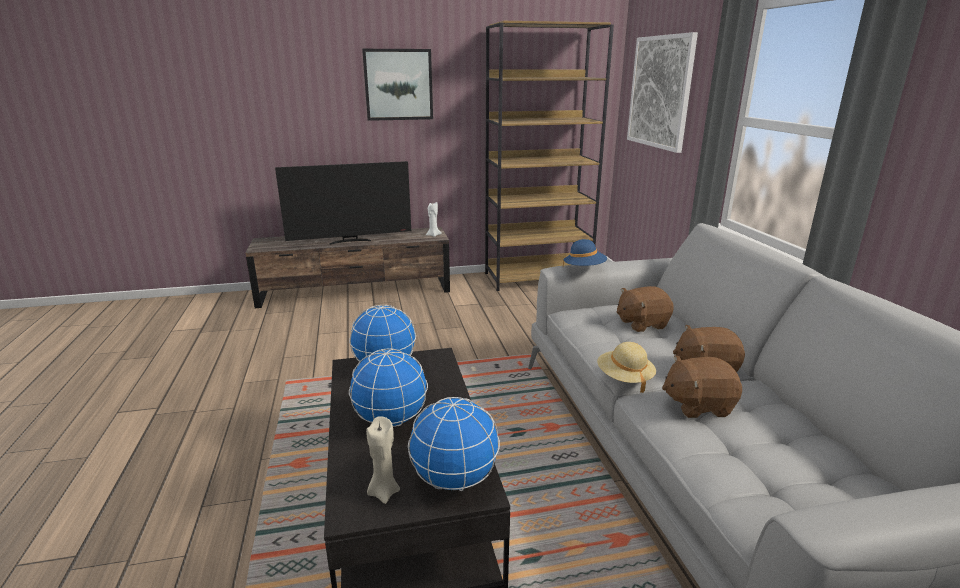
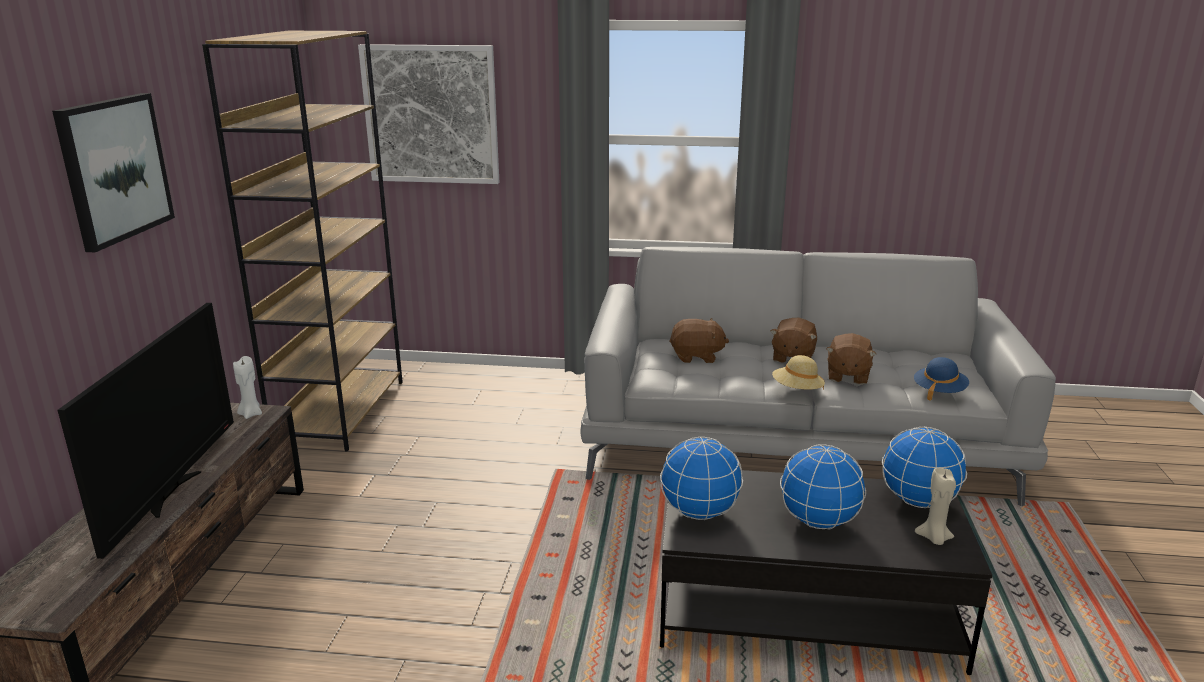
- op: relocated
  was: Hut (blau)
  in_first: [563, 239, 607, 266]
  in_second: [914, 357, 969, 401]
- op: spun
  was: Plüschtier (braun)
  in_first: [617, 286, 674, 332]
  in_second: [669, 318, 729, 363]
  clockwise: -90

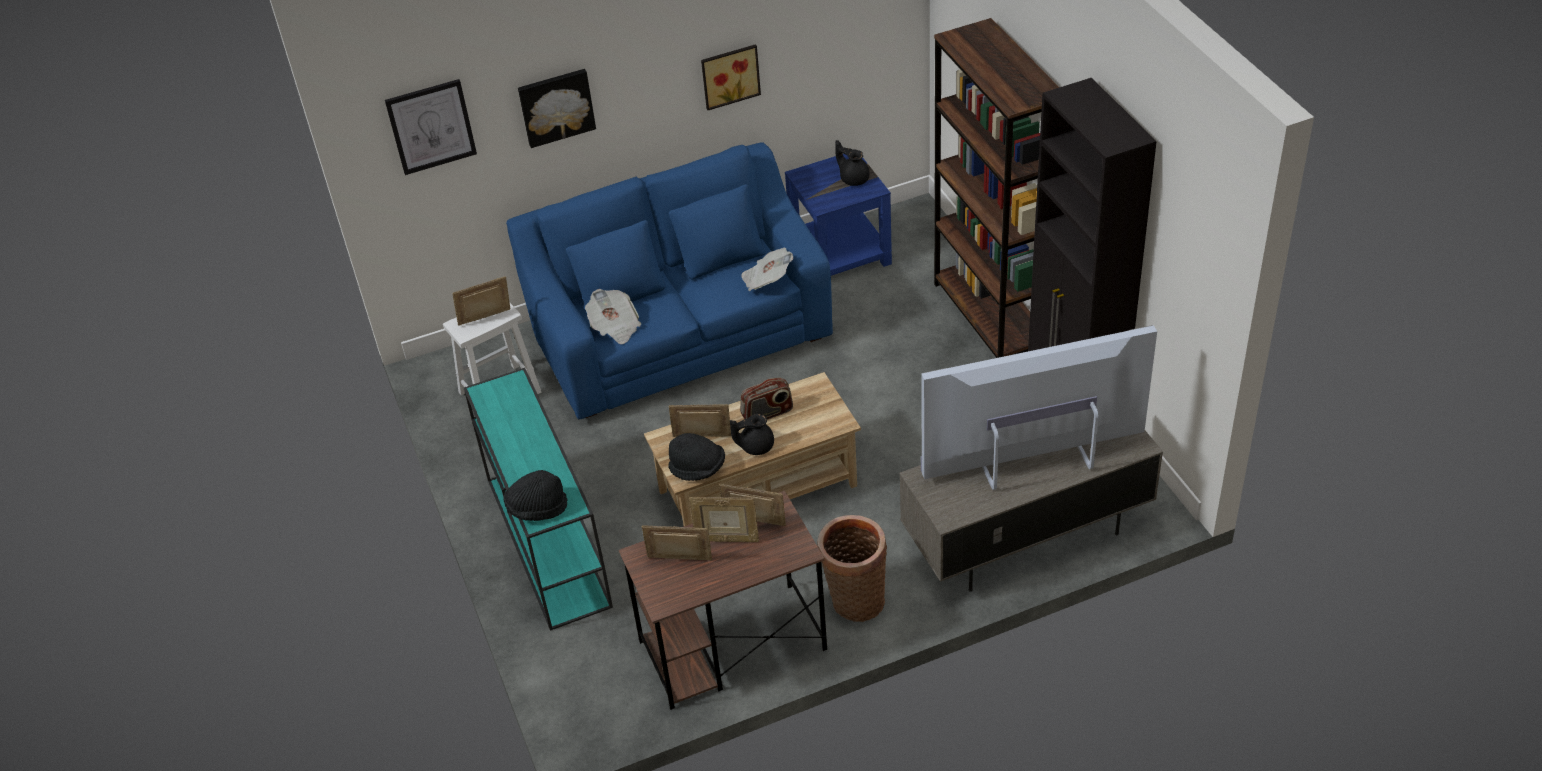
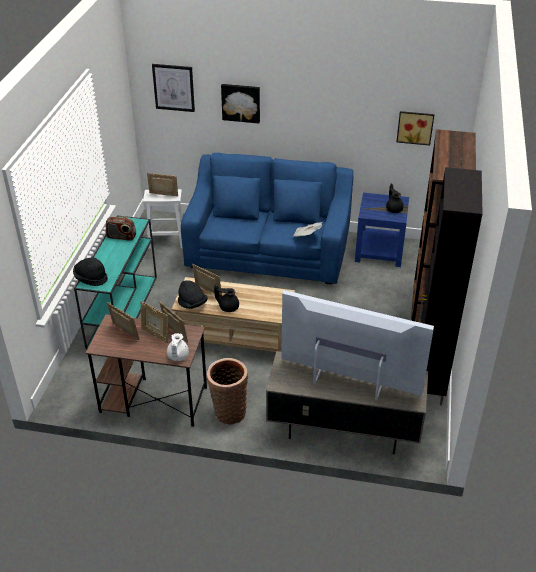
- op: missing
  was: Zeitung
  in_first: [585, 289, 641, 344]
- op: relocated
  was: Bild
  in_first: [701, 44, 761, 110]
  in_second: [396, 111, 434, 146]
- op: relocated
  was: Radio
  in_first: [740, 377, 793, 420]
  in_second: [106, 216, 136, 241]
- op: appeared
  now: Teekanne (weiß)
  in_second: [167, 333, 189, 361]

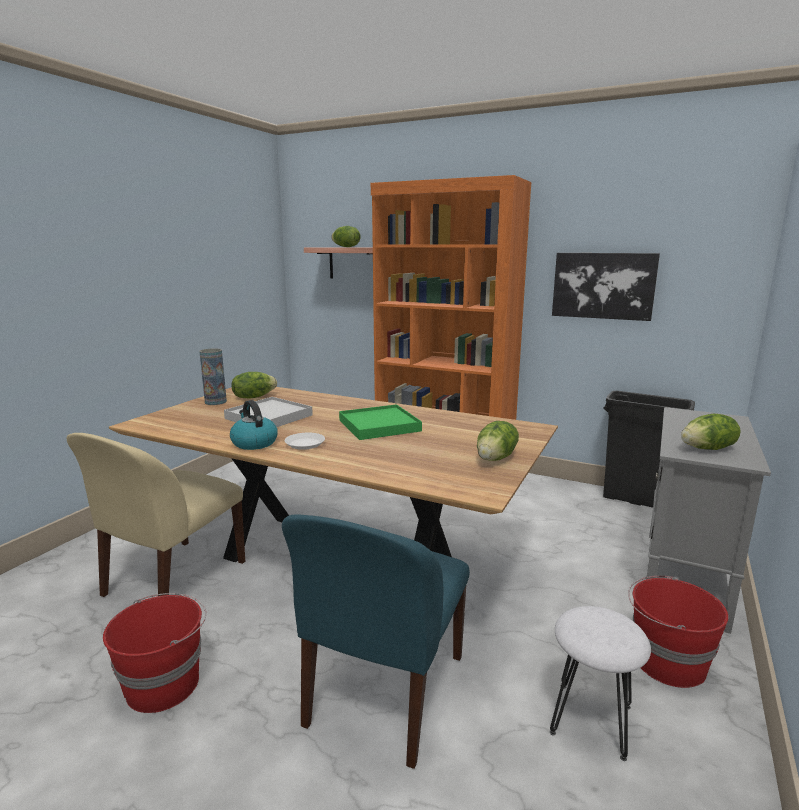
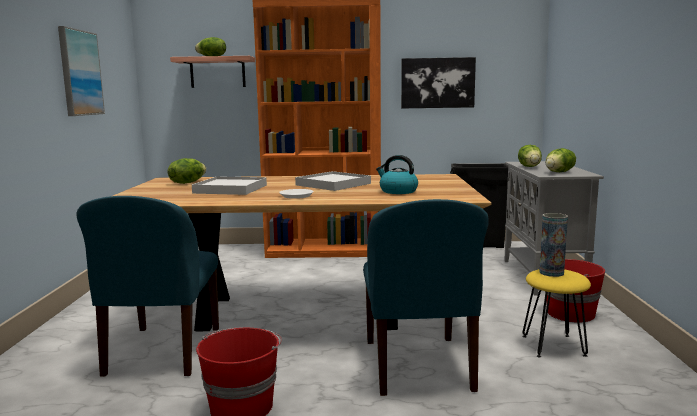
- op: colour
  was: Stuhl (beige)
  now: Stuhl (blau)
  in_first: [67, 433, 245, 597]
  in_second: [76, 196, 219, 377]
- op: relocated
  was: Vase
  in_first: [199, 348, 227, 405]
  in_second: [539, 213, 568, 277]
- op: relocated
  was: Wasserkessel
  in_first: [230, 400, 278, 450]
  in_second: [376, 155, 418, 194]
- op: colour
  was: Tablett (grün)
  now: Tablett (weiß)
  in_first: [339, 404, 422, 440]
  in_second: [295, 171, 371, 191]
- op: relocated
  was: Salatkopf
  in_first: [477, 421, 519, 461]
  in_second: [518, 145, 542, 167]
- op: colour
  was: Hocker (weiß)
  now: Hocker (gelb)
  in_first: [550, 606, 651, 761]
  in_second: [522, 269, 591, 358]
- op: appeared
  now: Bild
  in_second: [58, 26, 105, 116]

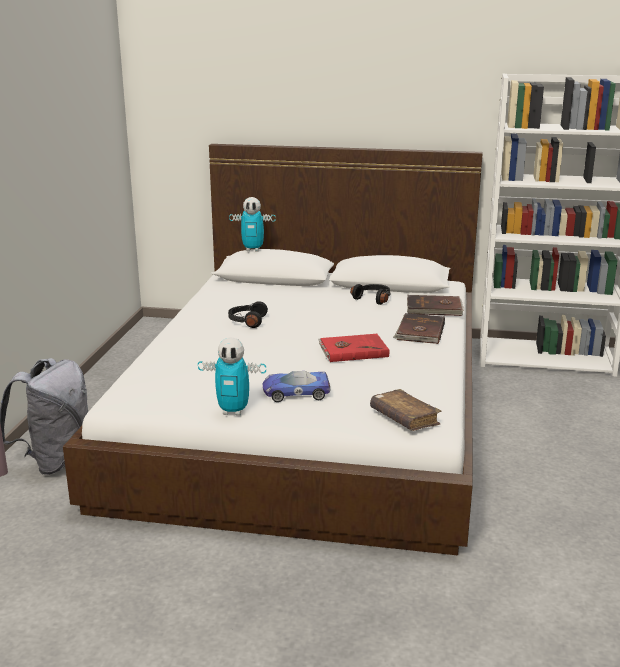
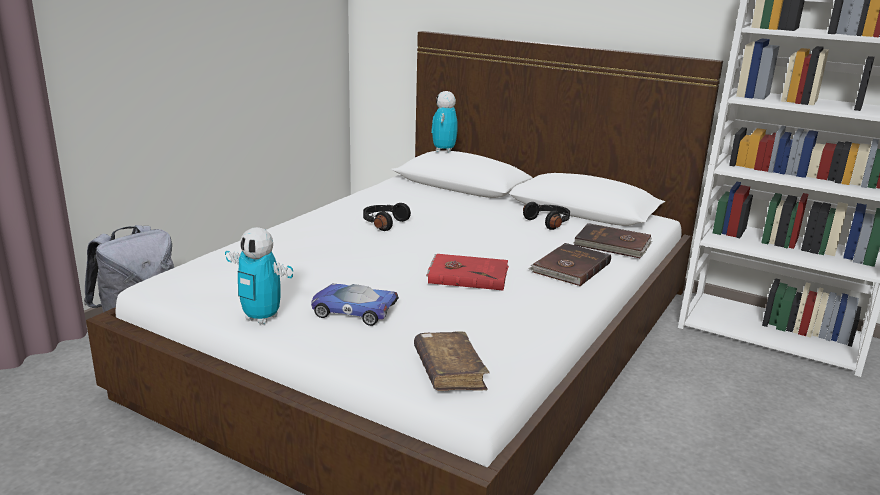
- op: spun
  was: Spielzeugroboter
  in_first: [229, 197, 276, 251]
  in_second: [431, 91, 458, 153]
  clockwise: 75

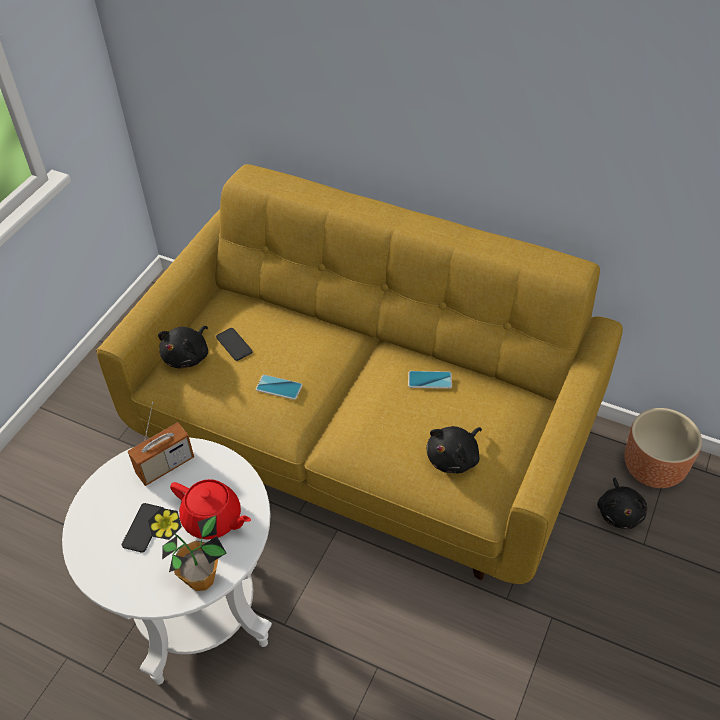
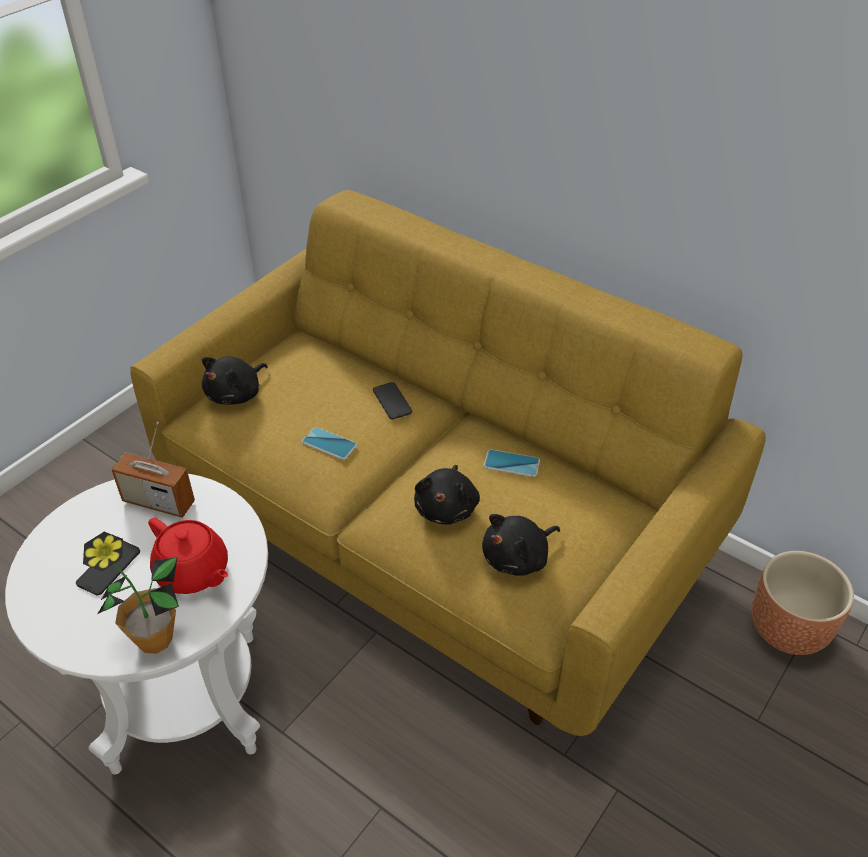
- op: spun
  was: Radio
  in_first: [128, 402, 194, 486]
  in_second: [111, 422, 195, 518]
  clockwise: 45
- op: relocated
  was: Handy
  in_first: [216, 328, 253, 361]
  in_second: [373, 382, 412, 419]
- op: relocated
  was: Plüschtier (schwarz)
  in_first: [597, 478, 648, 529]
  in_second: [414, 465, 480, 525]

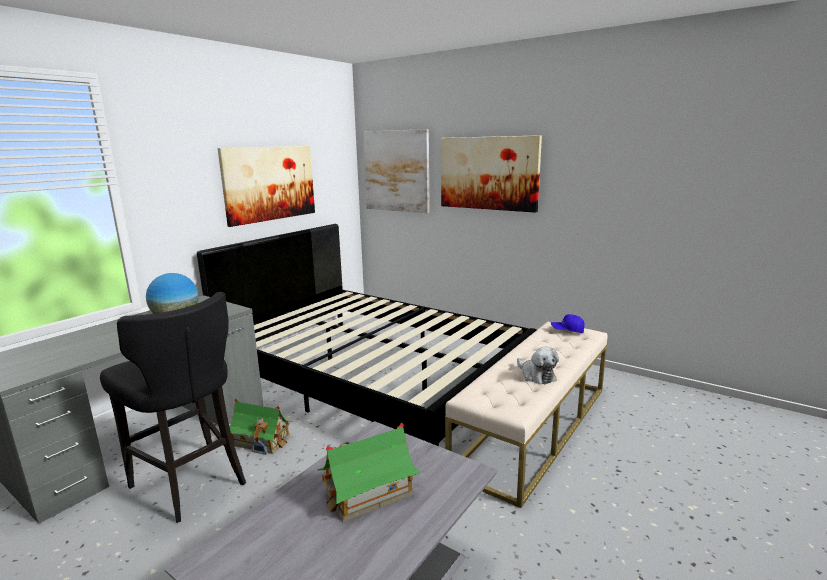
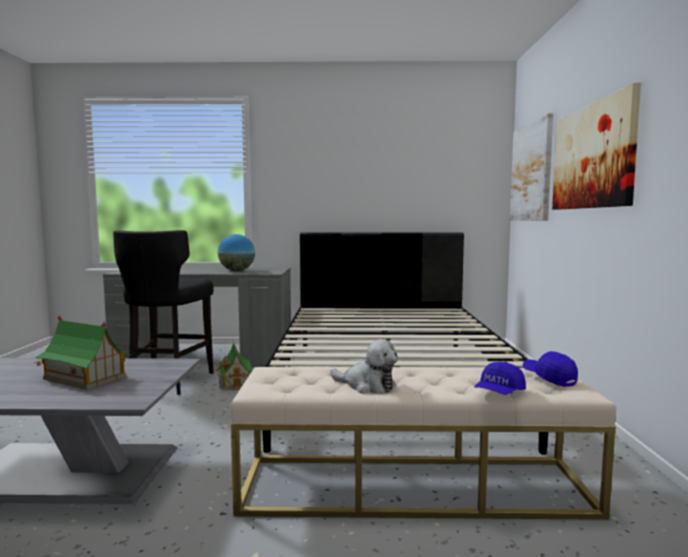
- op: missing
  was: Bild
  in_first: [218, 146, 315, 227]
- op: spun
  was: Plüschtier
  in_first: [517, 347, 559, 384]
  in_second: [330, 339, 398, 394]
  clockwise: -90
- op: appeared
  now: Kappe (blau)
  in_second: [474, 362, 526, 395]

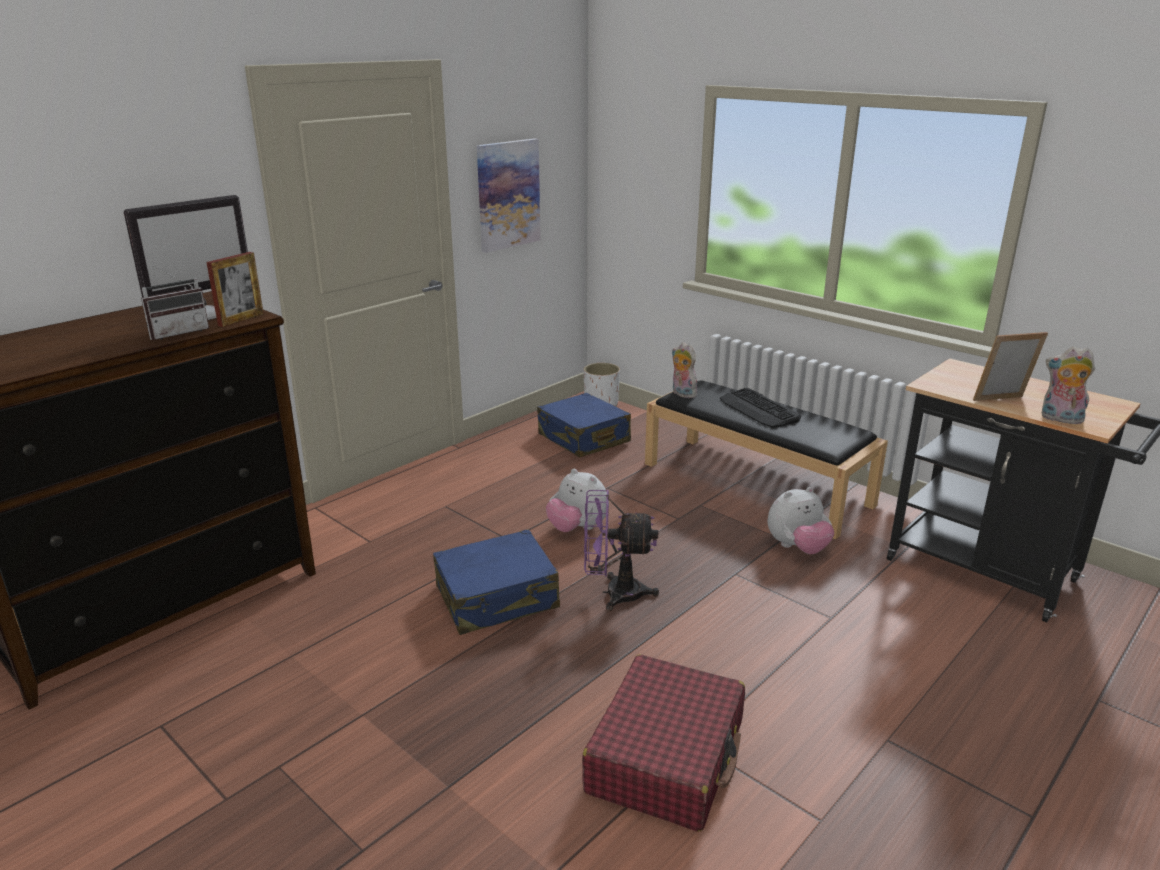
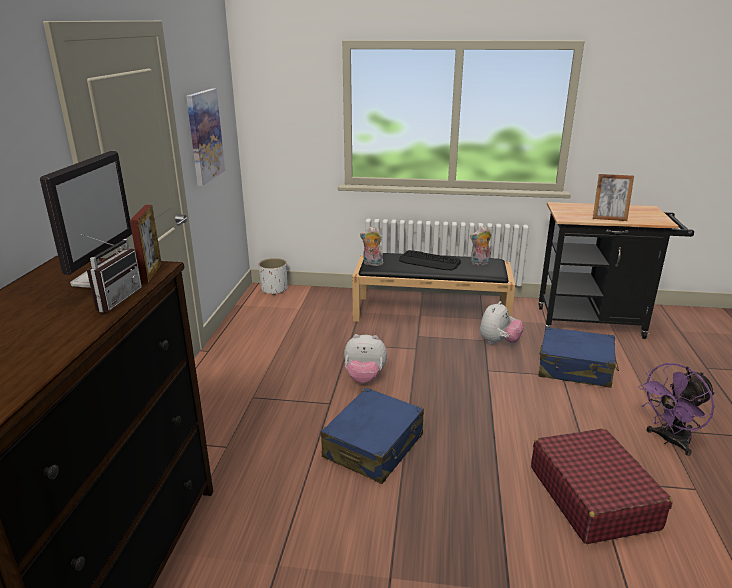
- op: relocated
  was: Koffer (blau)
  in_first: [537, 393, 631, 458]
  in_second: [538, 327, 619, 388]
- op: relocated
  was: Ventilator (lila)
  in_first: [584, 490, 659, 611]
  in_second: [638, 363, 715, 456]
- op: spun
  was: Bilderrahmen
  in_first: [973, 332, 1048, 401]
  in_second: [593, 174, 634, 221]
  clockwise: -120
- op: relocated
  was: Plüschtier
  in_first: [1042, 346, 1095, 424]
  in_second: [470, 226, 491, 265]

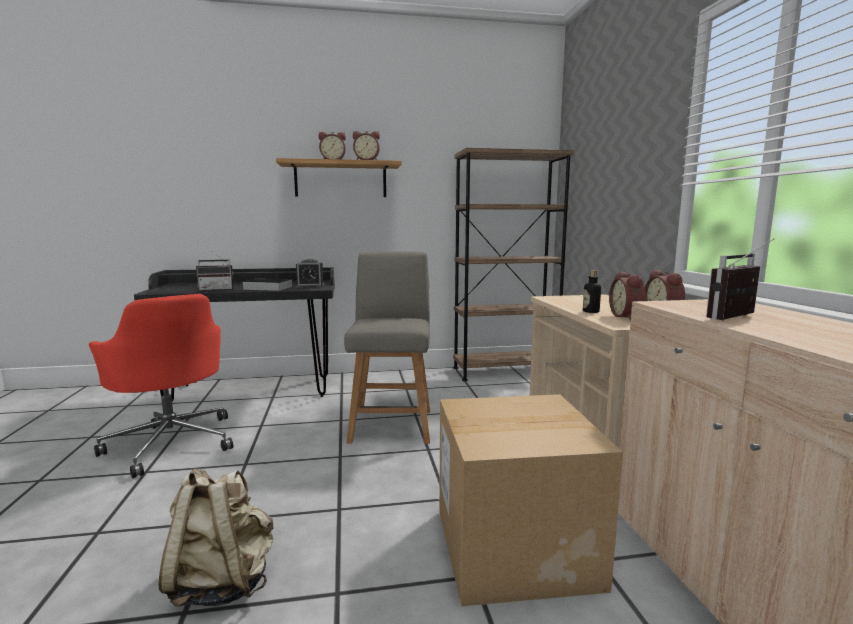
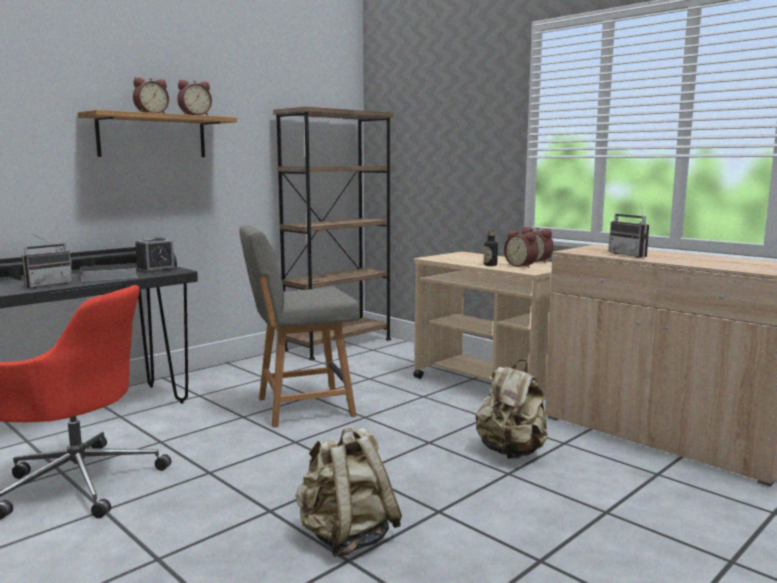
- op: spun
  was: Stuhl (grau)
  in_first: [344, 251, 430, 444]
  in_second: [239, 225, 360, 428]
  clockwise: -75
- op: exchanged
  was: Karton
  now: Rucksack (beige)
  in_first: [439, 394, 623, 607]
  in_second: [476, 359, 548, 459]
- op: spun
  was: Radio
  in_first: [706, 238, 775, 320]
  in_second: [609, 203, 649, 258]
  clockwise: -45

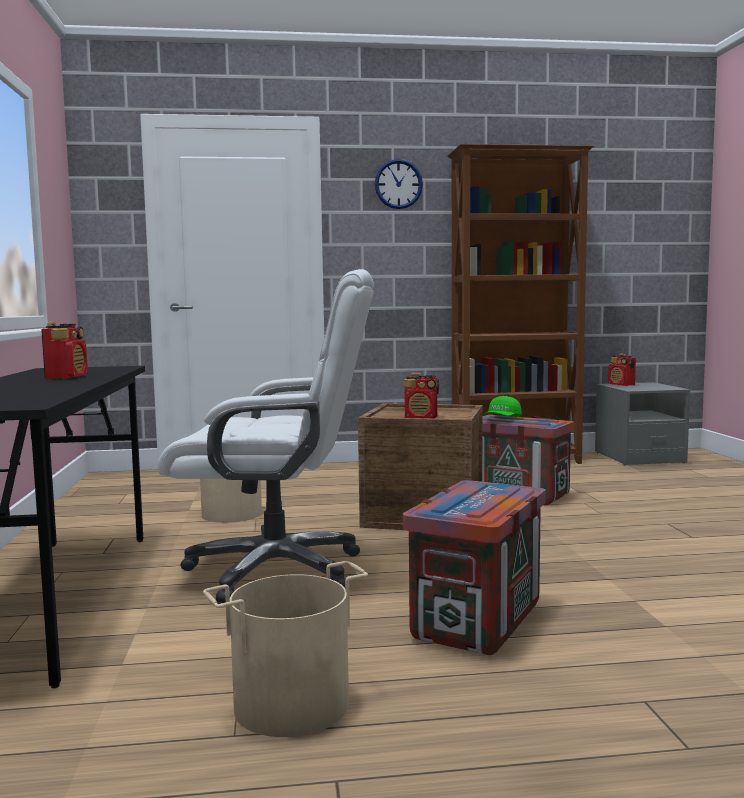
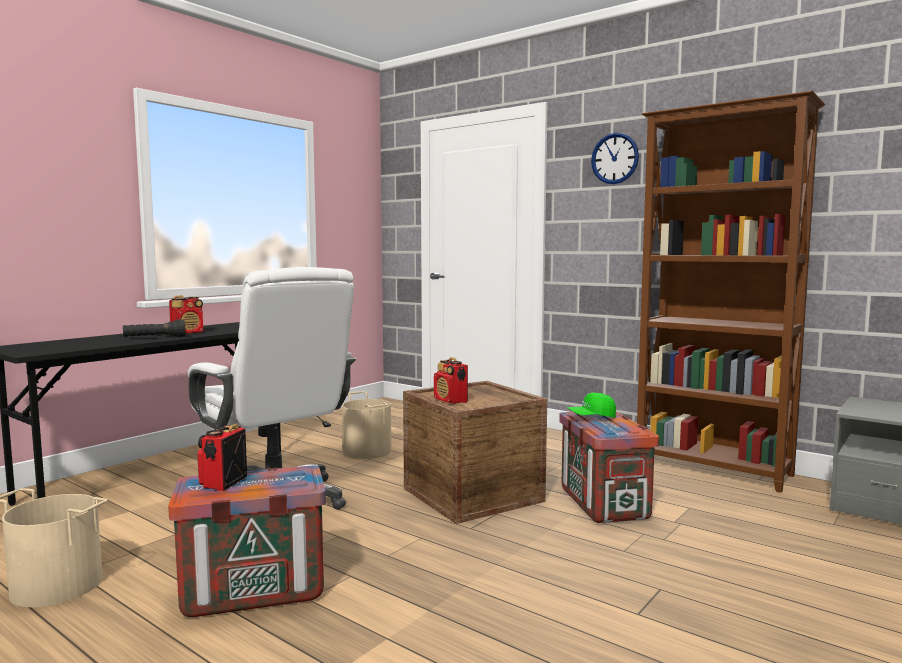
- op: relocated
  was: Radio
  in_first: [608, 354, 636, 386]
  in_second: [197, 424, 247, 491]
- op: appeared
  now: Taschenlampe (schwarz)
  in_second: [123, 319, 185, 337]

